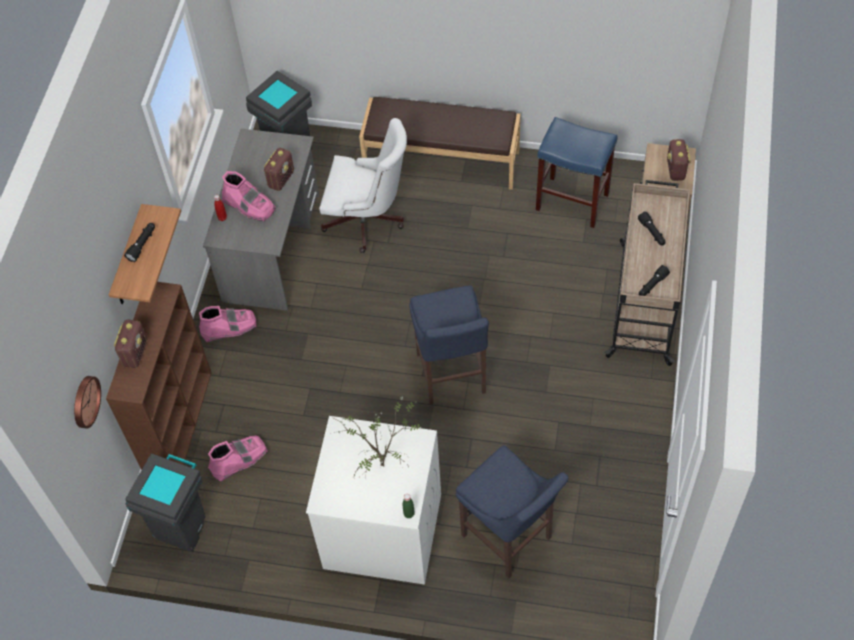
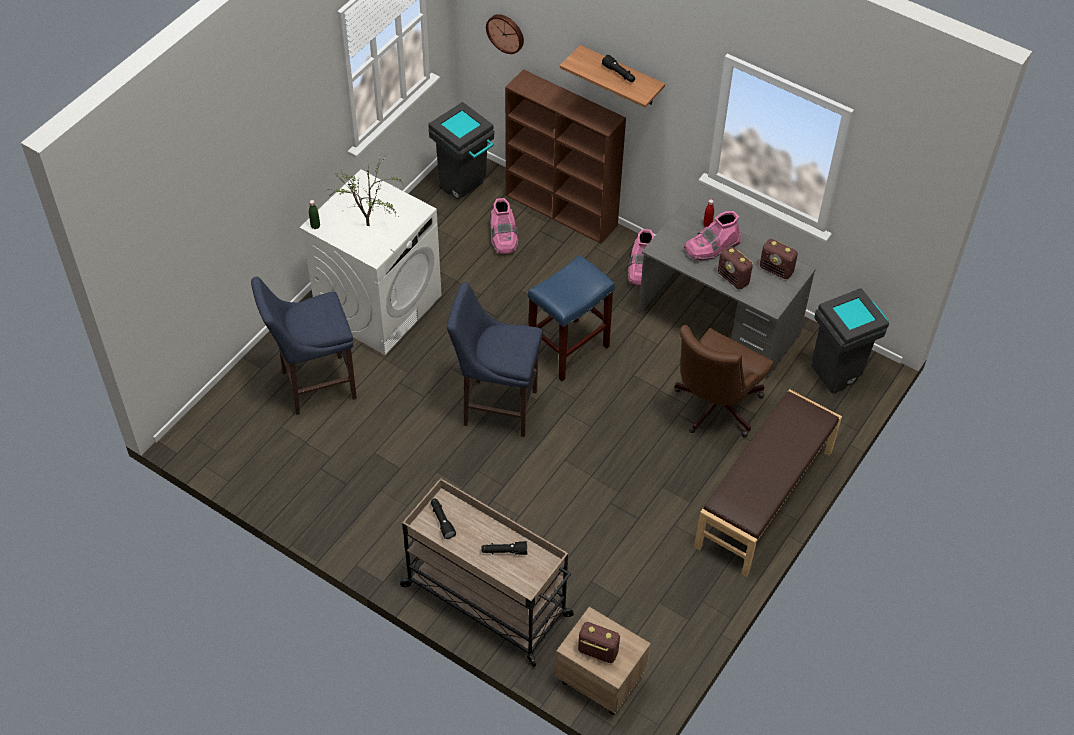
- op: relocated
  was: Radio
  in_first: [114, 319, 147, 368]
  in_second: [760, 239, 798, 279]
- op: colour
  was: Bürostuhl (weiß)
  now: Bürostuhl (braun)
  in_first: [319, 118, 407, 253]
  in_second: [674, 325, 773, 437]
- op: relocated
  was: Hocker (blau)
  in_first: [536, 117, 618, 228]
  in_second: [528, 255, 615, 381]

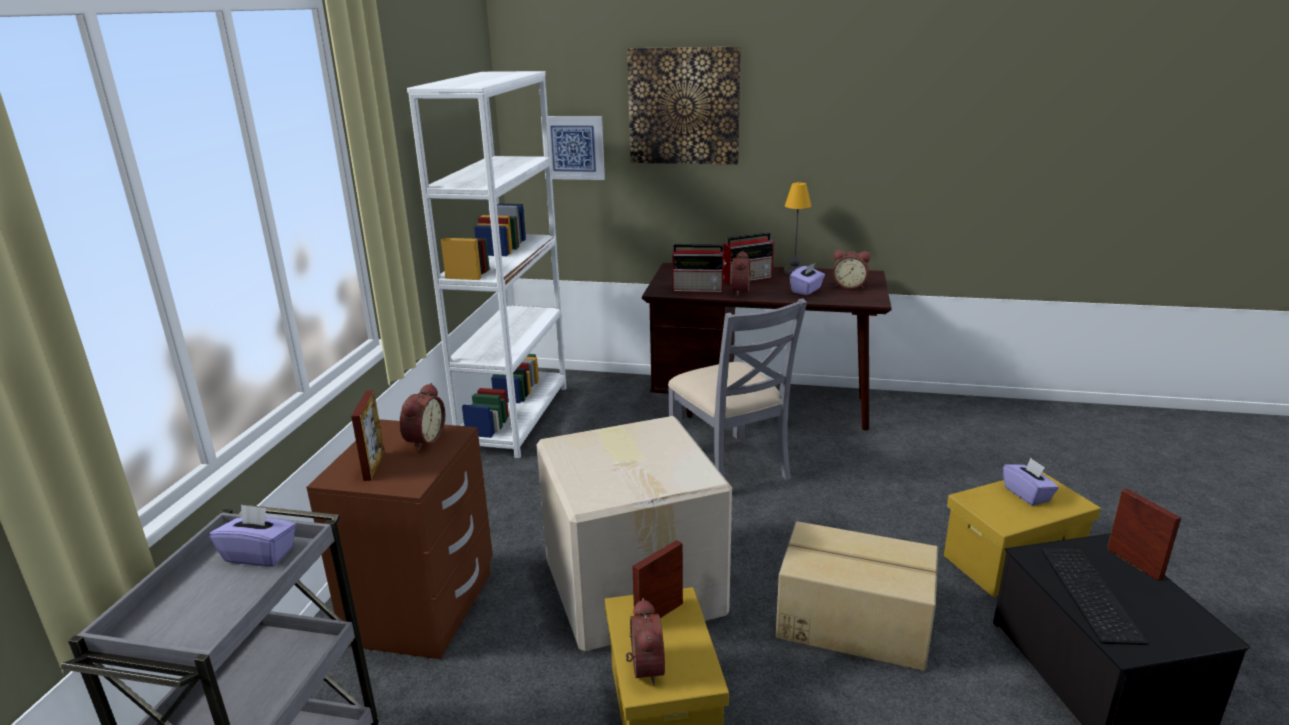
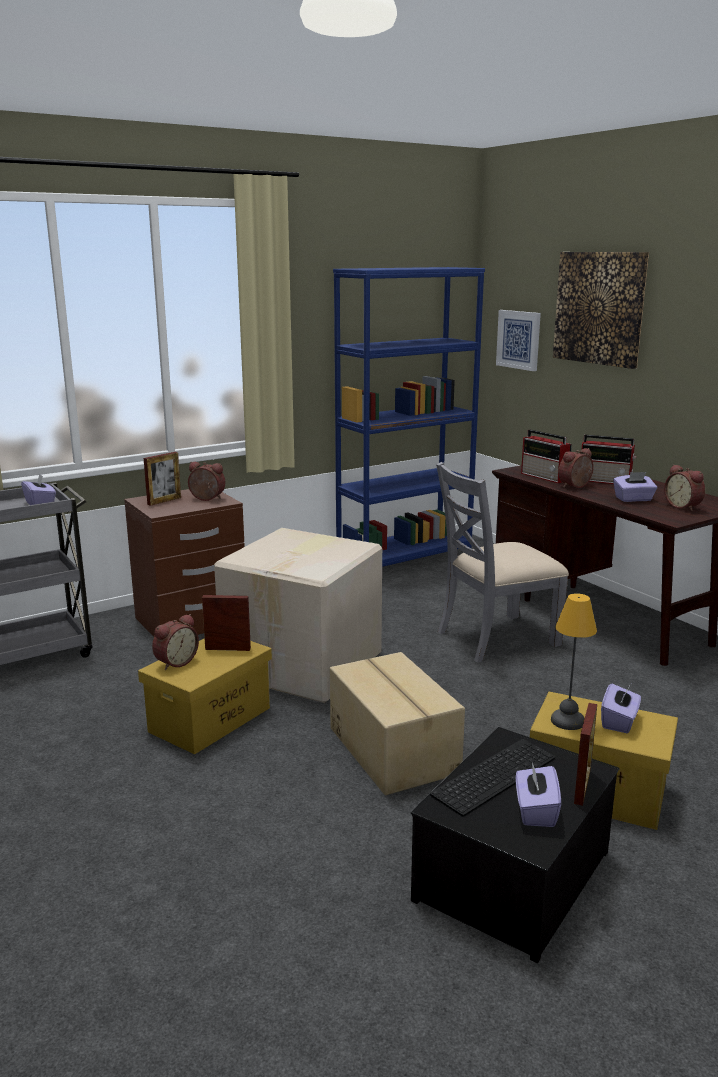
- op: spun
  was: Wecker
  in_first: [399, 383, 445, 450]
  in_second: [188, 462, 226, 501]
  clockwise: -135
- op: colour
  was: Bücherregal (weiß)
  now: Bücherregal (blau)
  in_first: [407, 71, 566, 459]
  in_second: [333, 267, 485, 567]
- op: spun
  was: Stuhl (grau)
  in_first: [668, 298, 807, 480]
  in_second: [436, 462, 569, 663]
  clockwise: 45
- op: relocated
  was: Tischlampe
  in_first: [784, 182, 811, 275]
  in_second: [551, 593, 597, 730]
- op: appeared
  now: Taschentuchbox (lila)
  in_second: [516, 762, 561, 827]

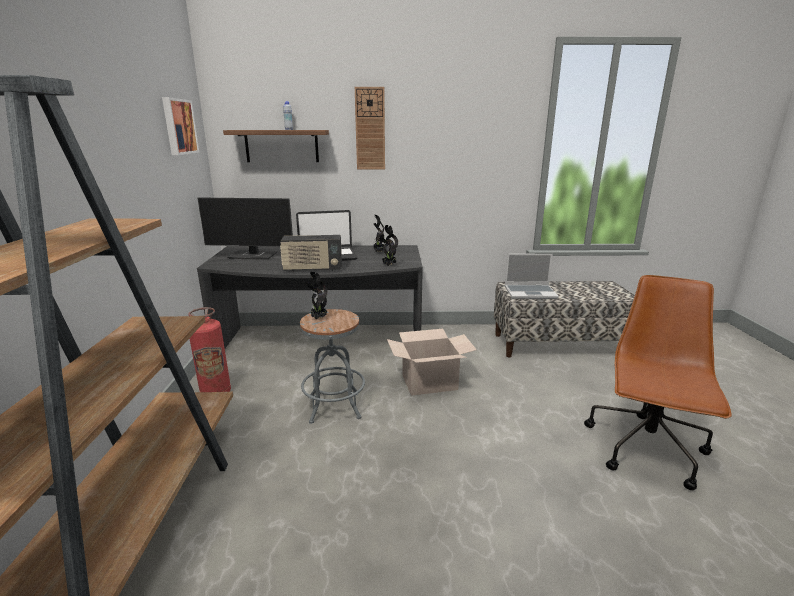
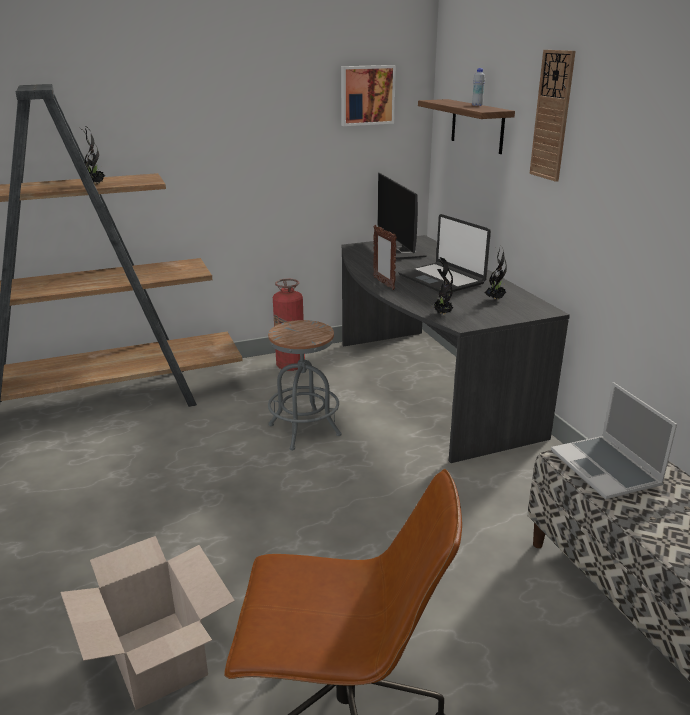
- op: exchanged
  was: Radio
  now: Bilderrahmen
  in_first: [280, 235, 342, 272]
  in_second: [373, 225, 397, 290]
- op: relocated
  was: Topfpflanze
  in_first: [306, 272, 328, 319]
  in_second: [84, 125, 105, 184]
- op: relocated
  was: Karton
  in_first: [387, 329, 477, 396]
  in_second: [61, 536, 235, 710]

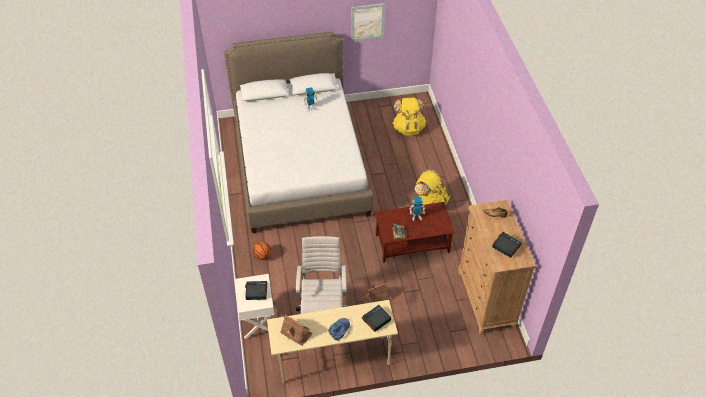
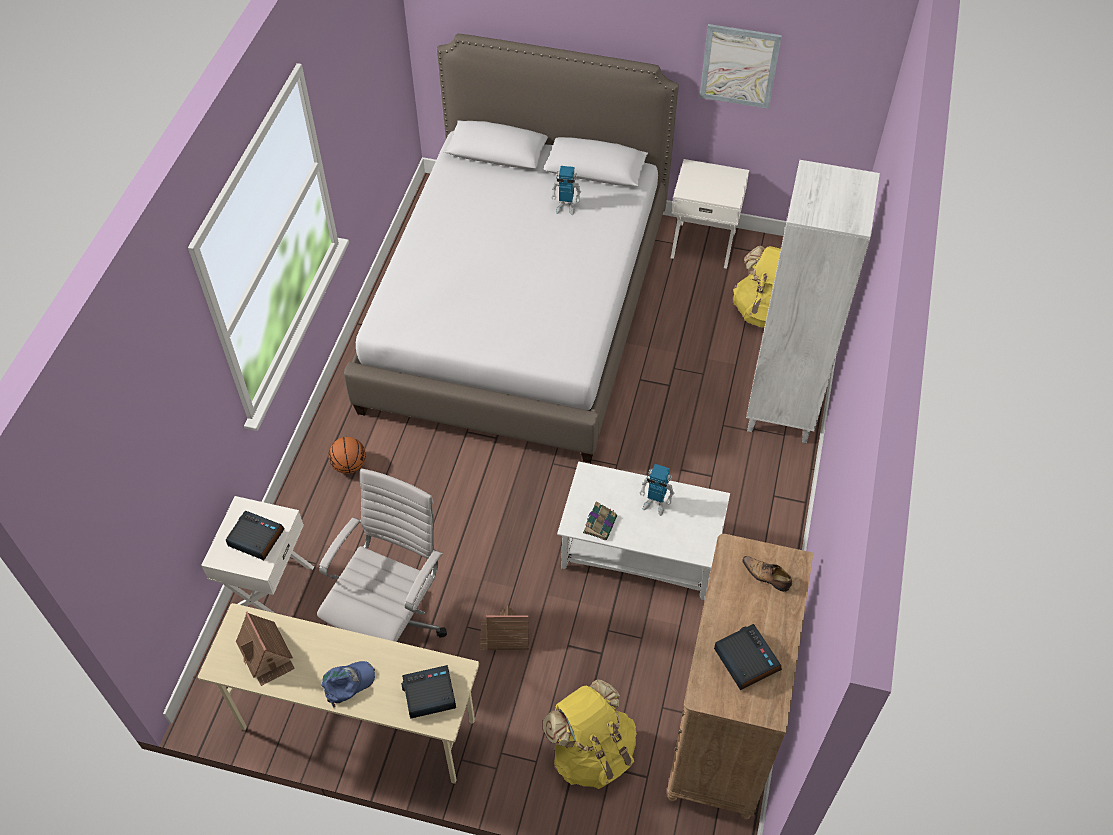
- op: colour
  was: Couchtisch (braun)
  now: Couchtisch (weiß)
  in_first: [374, 202, 455, 263]
  in_second: [557, 461, 730, 600]
- op: relocated
  was: Rucksack (gelb)
  in_first: [415, 170, 451, 205]
  in_second: [543, 680, 637, 789]
- op: appeared
  now: Nachttisch (weiß)
  in_second: [671, 159, 749, 269]
- op: appeared
  now: Bücherregal (weiß)
  in_second: [746, 160, 880, 443]

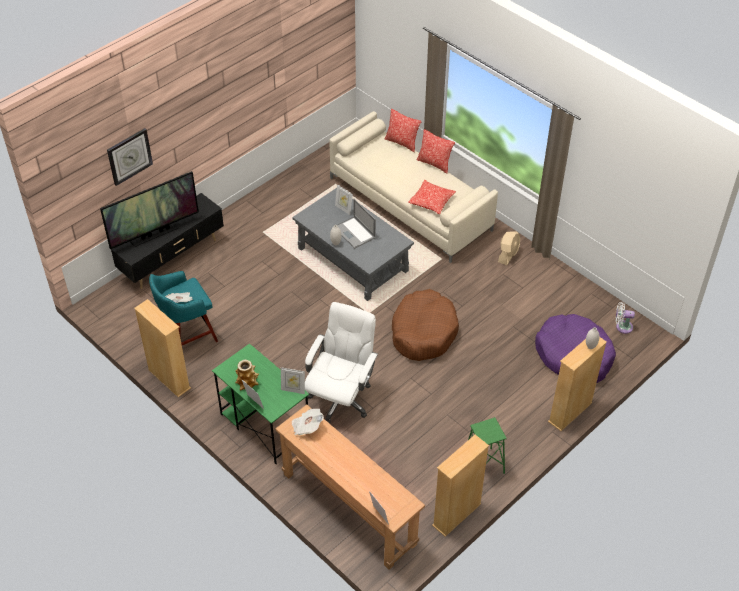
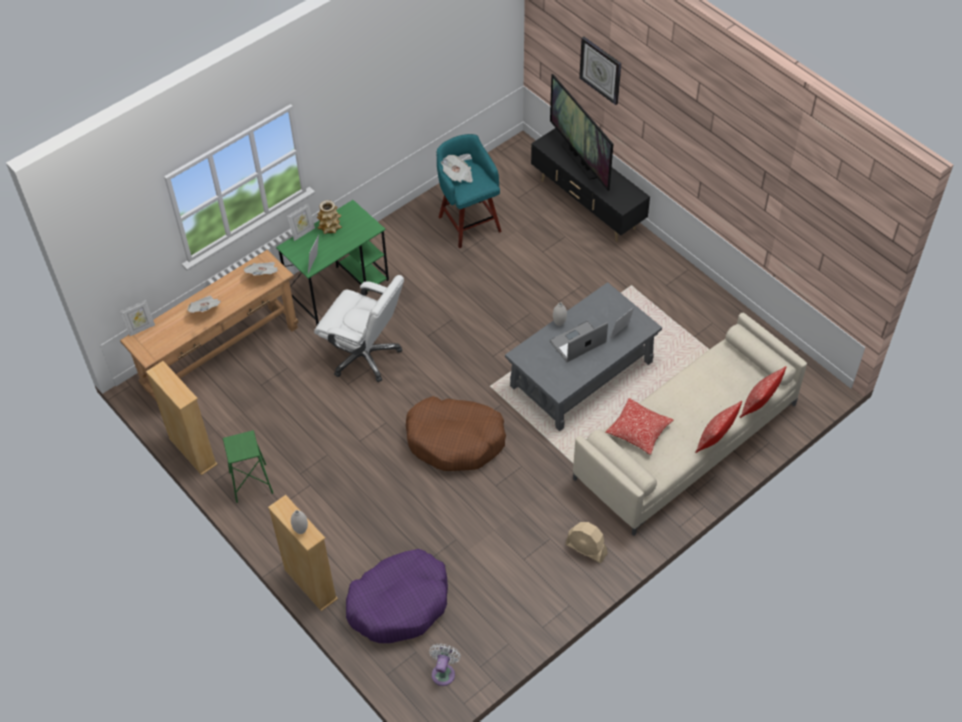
- op: missing
  was: Bücherregal (beige)
  in_first: [134, 299, 191, 397]
- op: appeared
  now: Zeitung
  in_second: [187, 296, 221, 313]

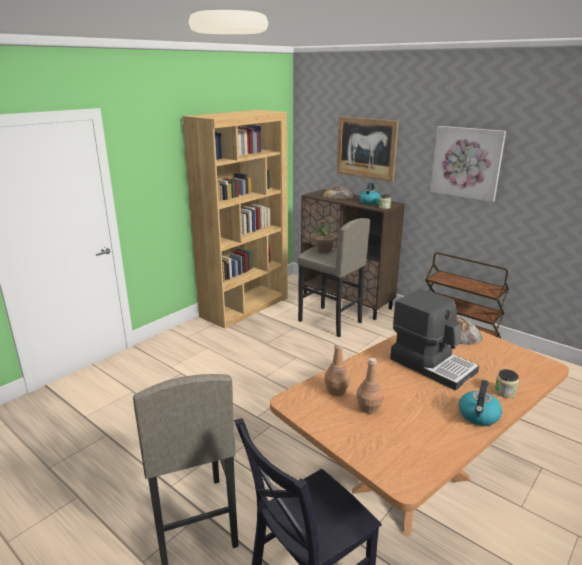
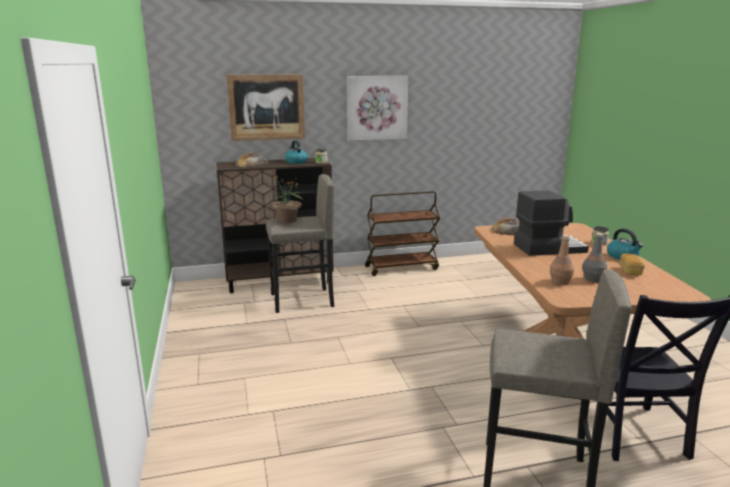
- op: missing
  was: Bücherregal (braun)
  in_first: [182, 110, 288, 329]
- op: colour
  was: Flasche (braun)
  now: Flasche (grau)
  in_first: [356, 358, 384, 414]
  in_second: [582, 233, 607, 282]
- op: appeared
  now: Brot
  in_second: [620, 254, 645, 275]

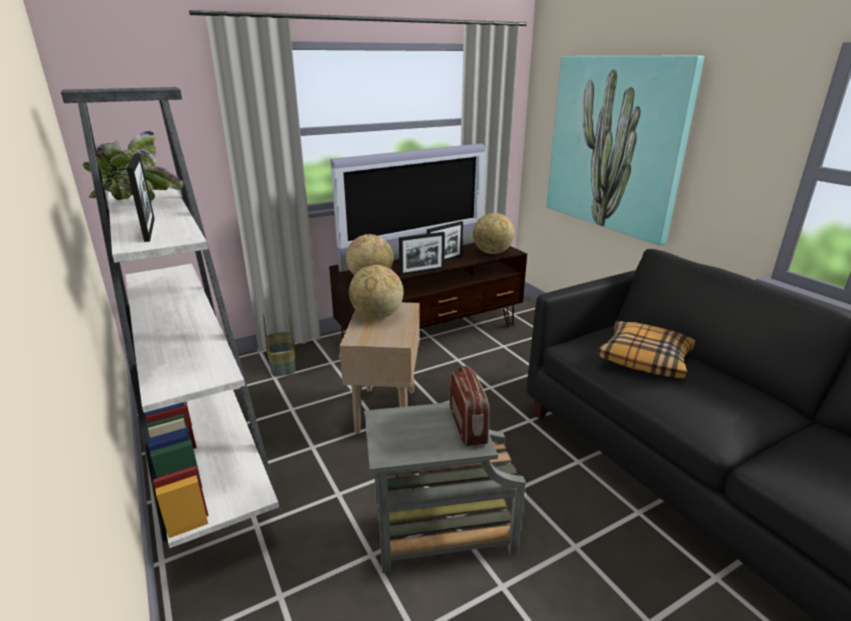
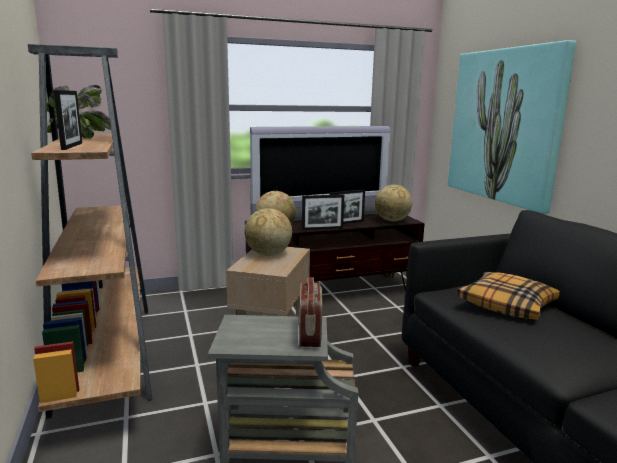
- op: colour
  was: Bücherregal (weiß)
  now: Bücherregal (braun)
  in_first: [61, 87, 279, 548]
  in_second: [28, 44, 152, 419]
- op: missing
  was: Korb
  in_first: [262, 310, 296, 377]

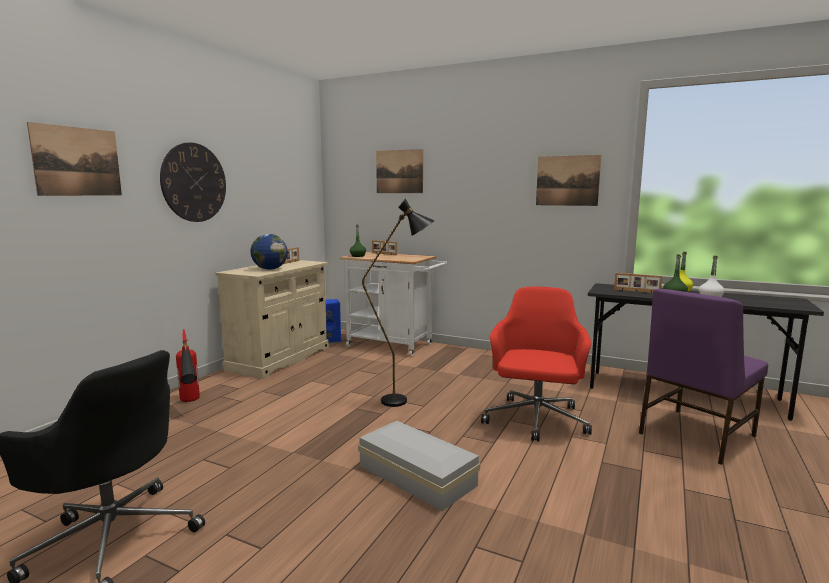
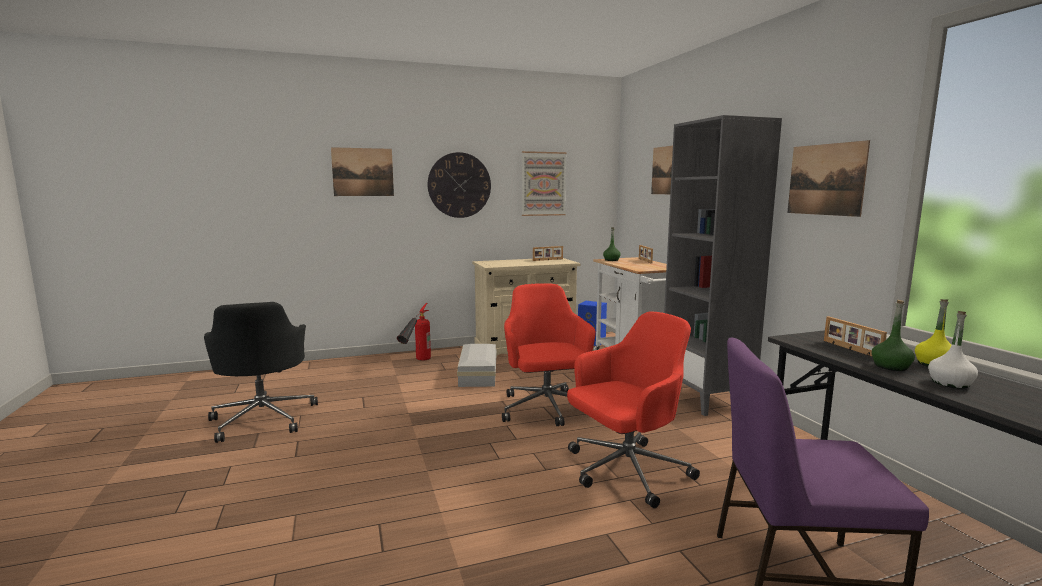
- op: missing
  was: Globus
  in_first: [250, 234, 288, 270]
- op: relocated
  was: Aufbewahrungsbox (weiß)
  in_first: [358, 421, 480, 511]
  in_second: [457, 344, 497, 387]
- op: exchanged
  was: Stehlampe (schwarz)
  now: Bürostuhl (rot)
  in_first: [362, 199, 435, 407]
  in_second: [502, 283, 596, 426]
- op: appeared
  now: Bild
  in_second: [522, 151, 567, 216]
- op: appeared
  now: Bücherregal (grau)
  in_second: [664, 115, 782, 416]

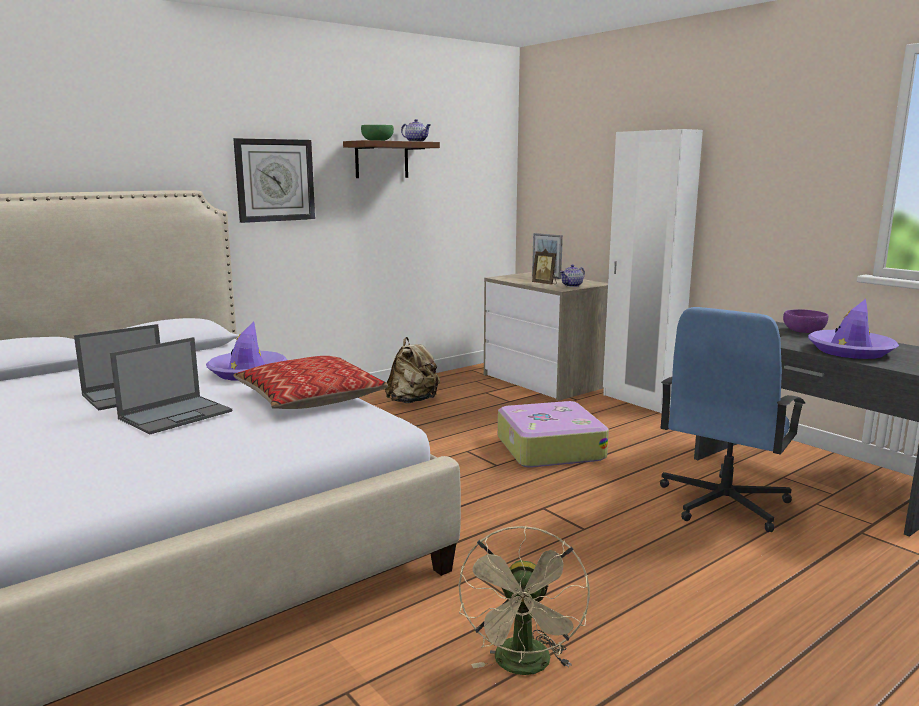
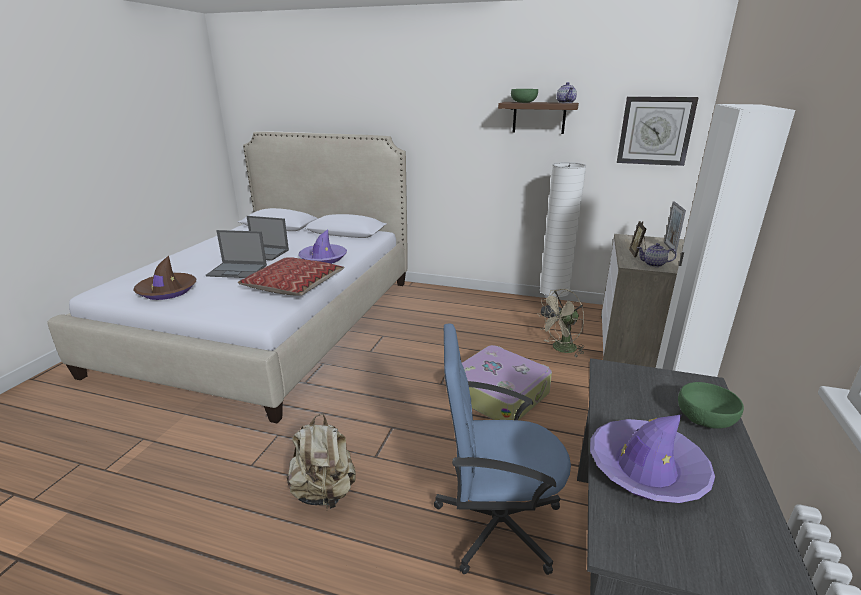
- op: relocated
  was: Wanduhr
  in_first: [233, 138, 315, 223]
  in_second: [617, 96, 699, 166]
- op: relocated
  was: Rucksack (beige)
  in_first: [385, 337, 440, 403]
  in_second: [287, 414, 356, 510]
- op: relocated
  was: Ventilator (beige)
  in_first: [458, 526, 590, 675]
  in_second: [538, 289, 584, 357]
- op: colour
  was: Schüssel (lila)
  now: Schüssel (grün)
  in_first: [783, 309, 828, 333]
  in_second: [678, 382, 744, 429]
- op: appeared
  now: Hut (braun)
  in_second: [133, 255, 196, 300]
- op: appeared
  now: Stehlampe (weiß)
  in_second: [540, 162, 586, 318]

